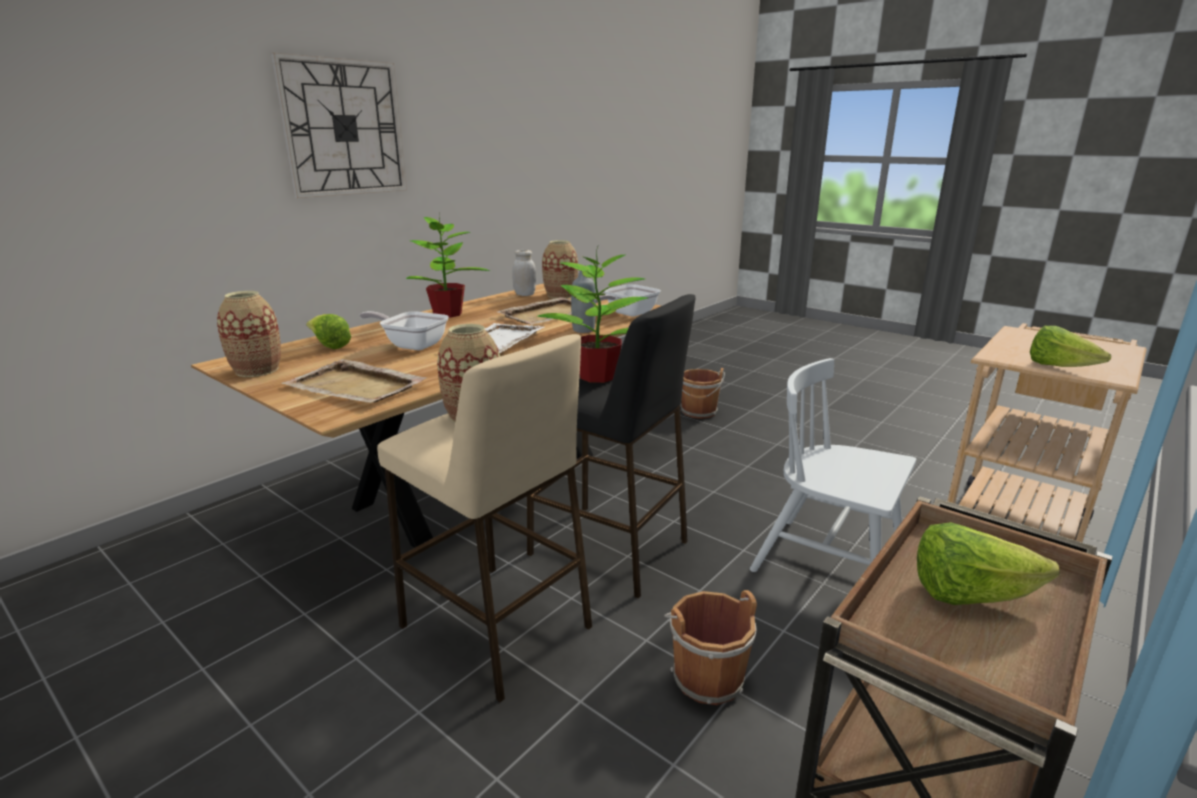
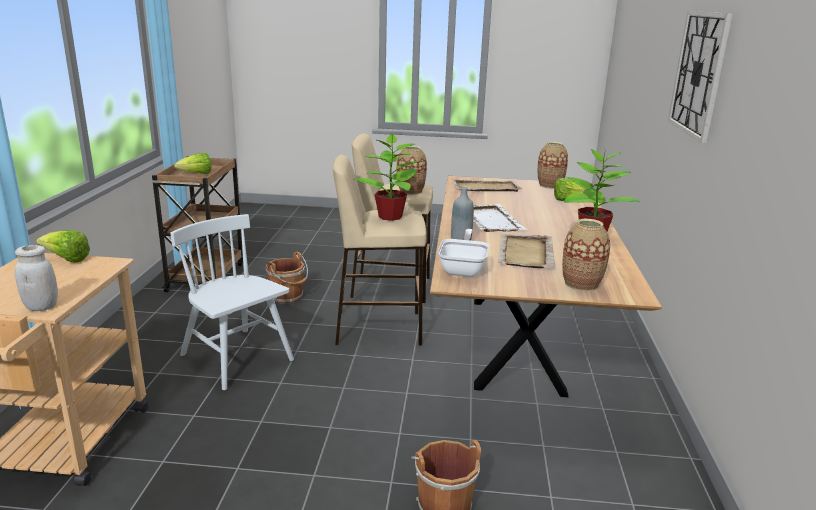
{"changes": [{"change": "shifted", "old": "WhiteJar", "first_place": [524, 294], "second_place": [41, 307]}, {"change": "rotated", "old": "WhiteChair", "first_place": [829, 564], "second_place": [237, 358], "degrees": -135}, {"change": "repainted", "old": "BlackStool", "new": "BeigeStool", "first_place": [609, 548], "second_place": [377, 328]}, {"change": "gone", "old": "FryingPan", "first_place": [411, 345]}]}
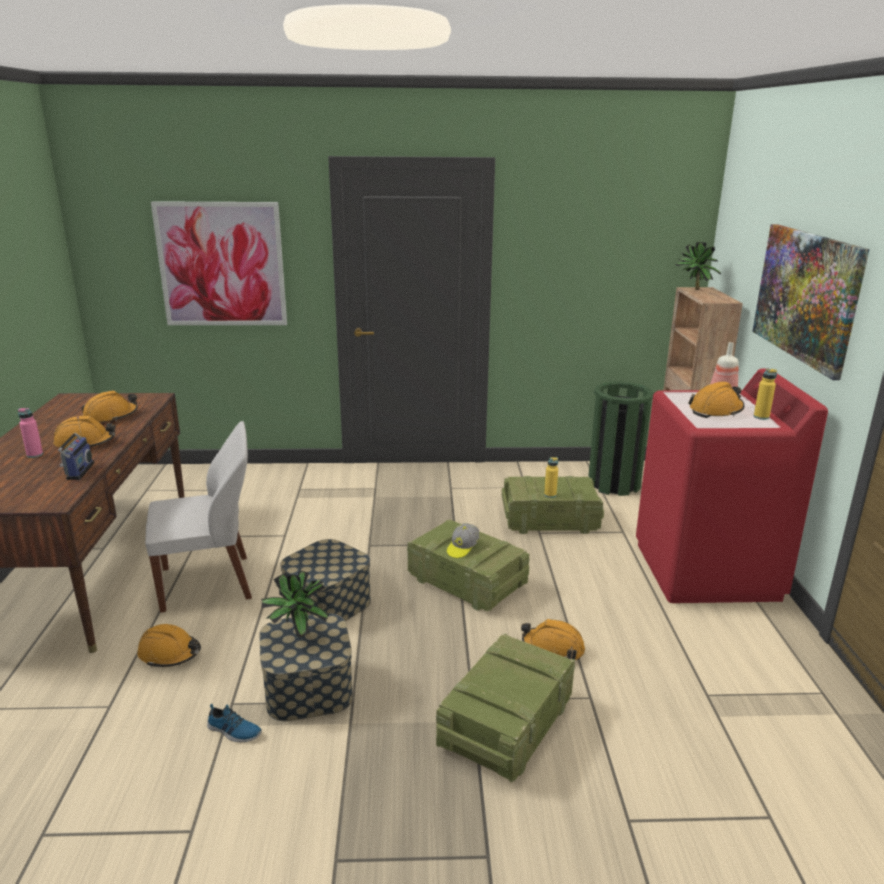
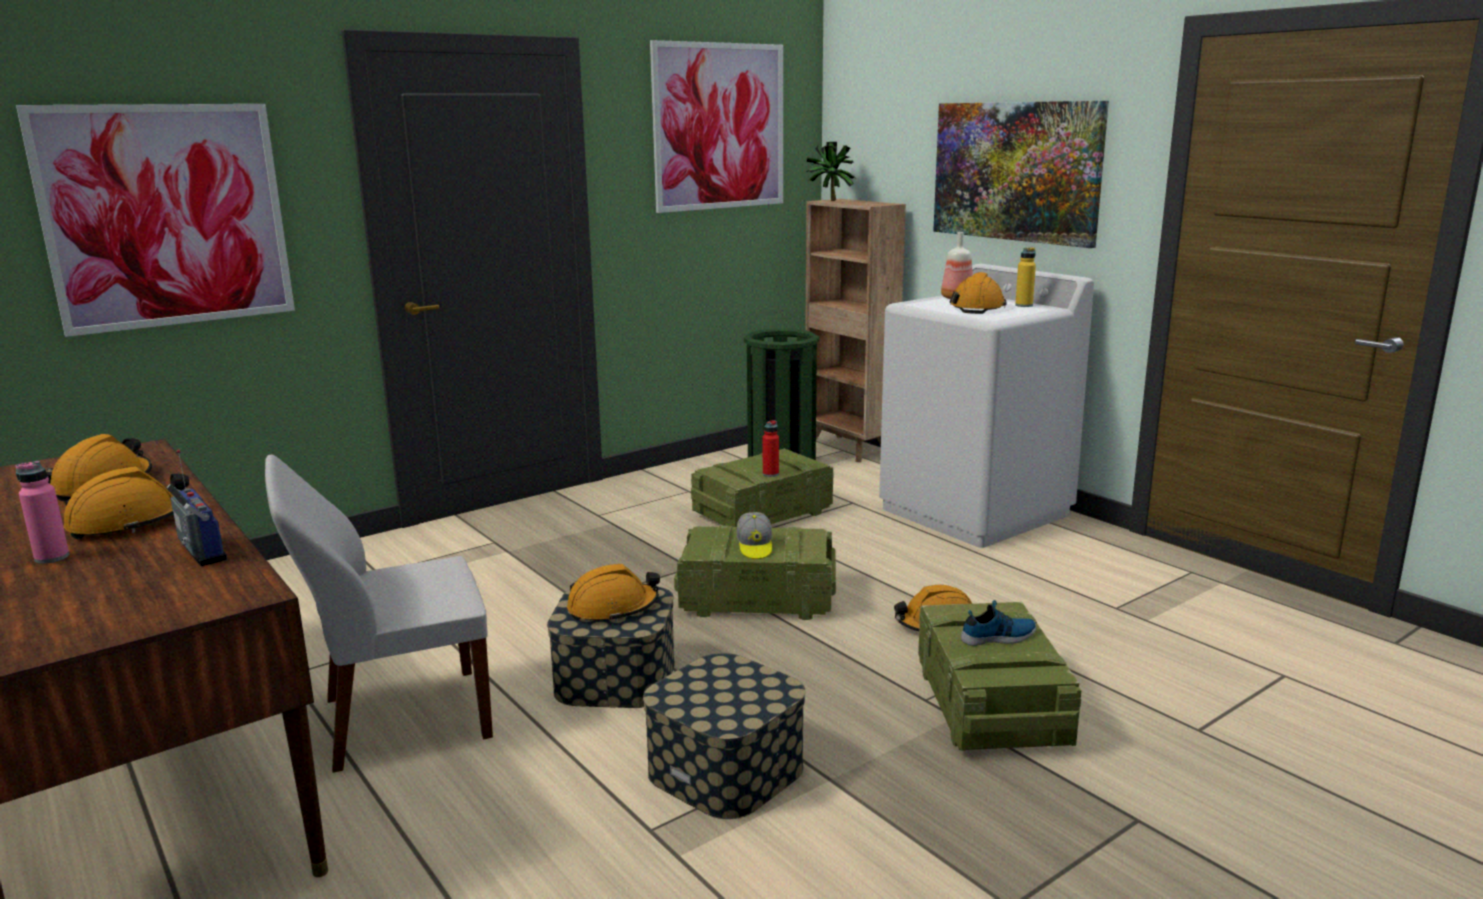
{"changes": [{"change": "rotated", "old": "WhiteChair", "first_place": [209, 583], "second_place": [400, 719], "degrees": -150}, {"change": "shifted", "old": "OrangeHardHat", "first_place": [170, 654], "second_place": [612, 608]}, {"change": "new", "new": "Picture", "second_place": [719, 127]}, {"change": "repainted", "old": "YellowBottle", "new": "RedBottle", "first_place": [550, 495], "second_place": [770, 474]}, {"change": "repainted", "old": "RedWashingMachine", "new": "WhiteWashingMachine", "first_place": [706, 571], "second_place": [975, 512]}, {"change": "shifted", "old": "Shoe", "first_place": [233, 731], "second_place": [999, 637]}, {"change": "gone", "old": "PottedPlant", "first_place": [296, 634]}]}
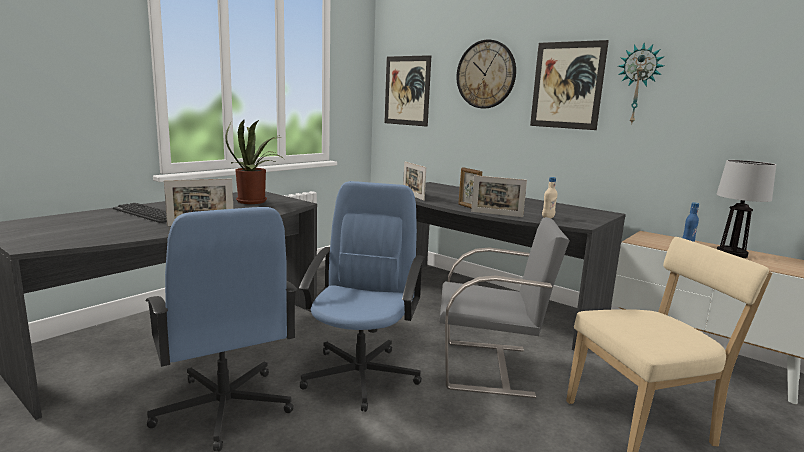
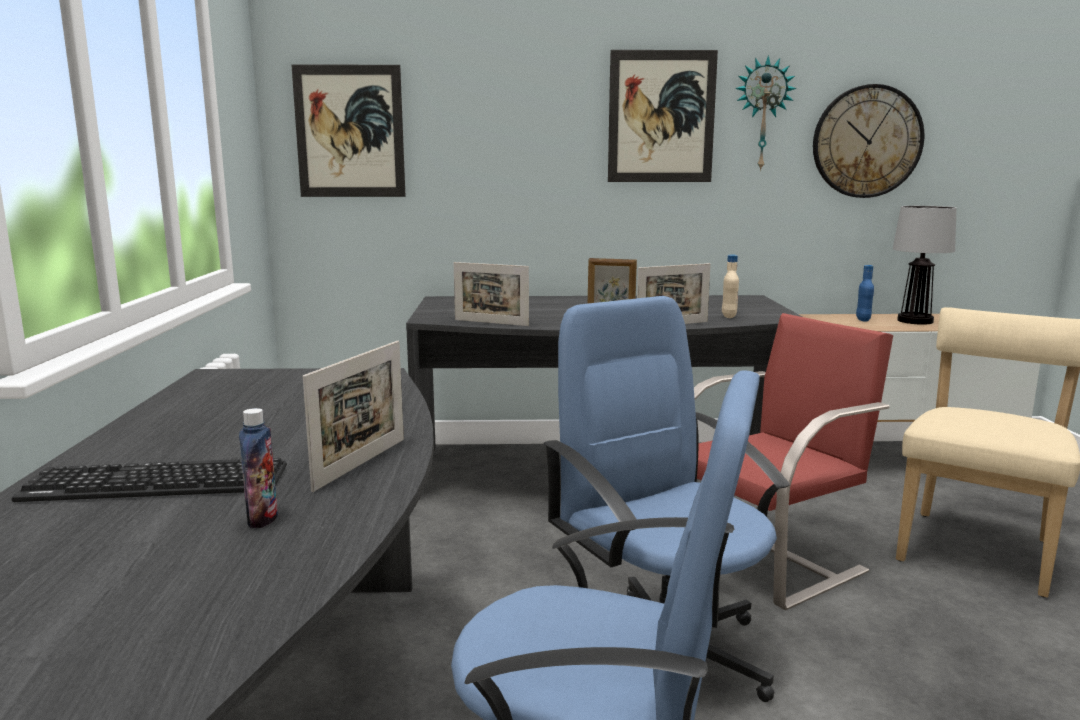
{"changes": [{"change": "new", "new": "Bottle", "second_place": [262, 519]}, {"change": "repainted", "old": "GreyChair", "new": "RedChair", "first_place": [490, 368], "second_place": [768, 558]}, {"change": "shifted", "old": "WallClock", "first_place": [486, 74], "second_place": [867, 142]}, {"change": "gone", "old": "PottedPlant", "first_place": [255, 201]}]}
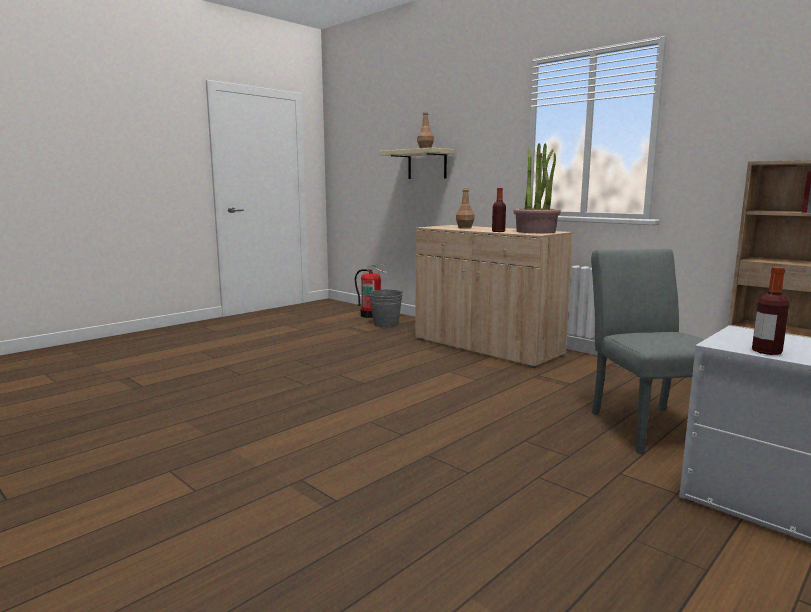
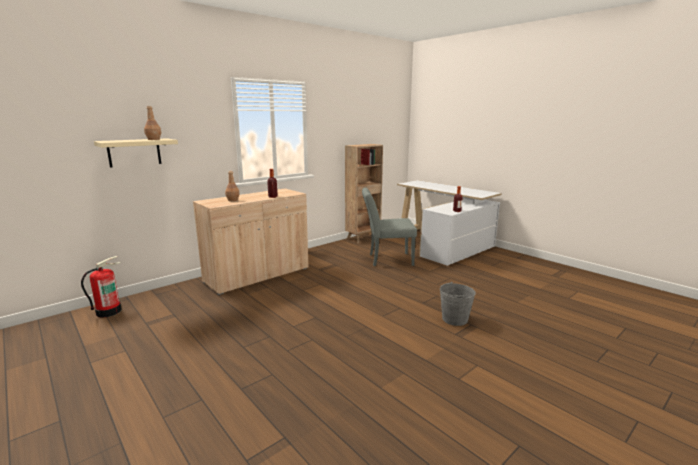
{"changes": [{"change": "shifted", "old": "GreyBucket", "first_place": [386, 324], "second_place": [454, 319]}, {"change": "gone", "old": "PottedPlant", "first_place": [536, 231]}]}
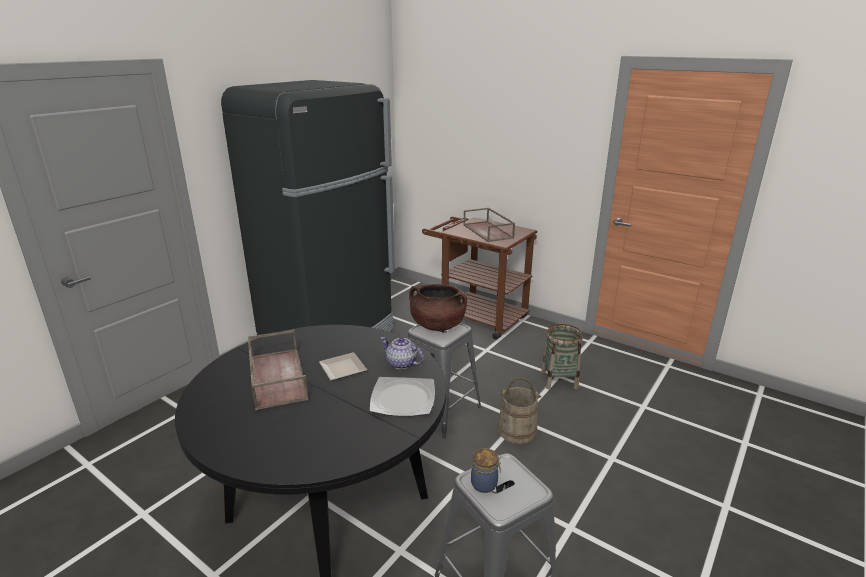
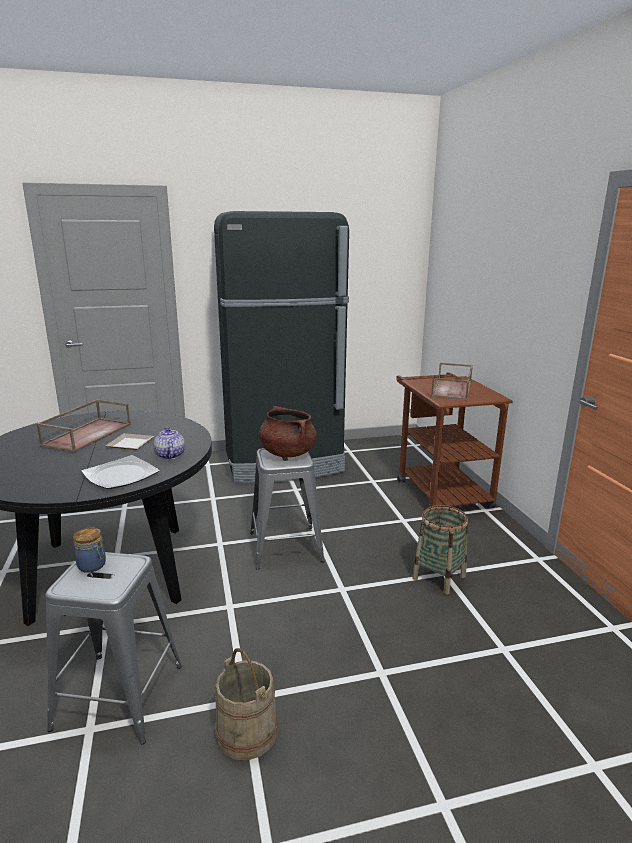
{"changes": [{"change": "shifted", "old": "BeigeBucket", "first_place": [517, 430], "second_place": [247, 731]}]}
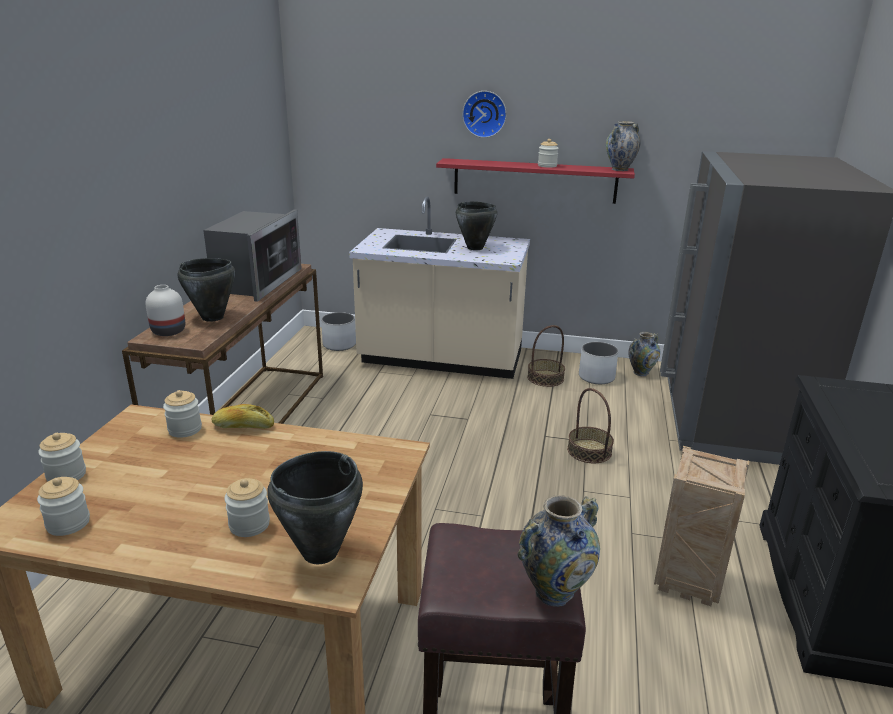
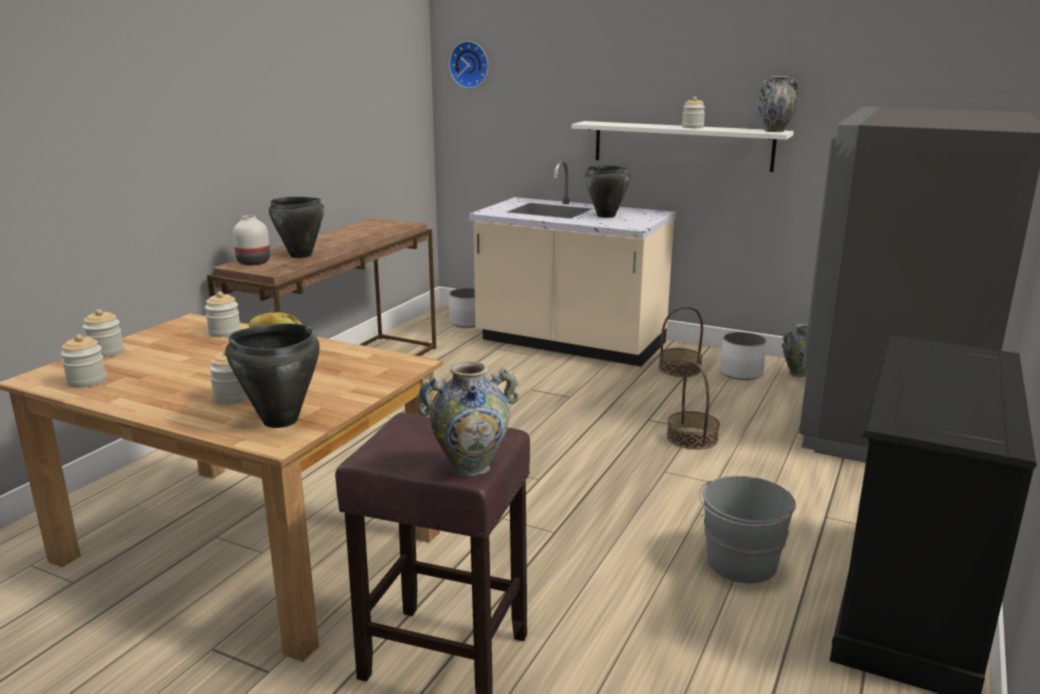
{"changes": [{"change": "shifted", "old": "WallClock", "first_place": [484, 114], "second_place": [470, 64]}, {"change": "repainted", "old": "RedShelf", "new": "WhiteShelf", "first_place": [534, 180], "second_place": [682, 145]}, {"change": "swapped", "old": "Crate", "new": "GreyBucket", "first_place": [689, 581], "second_place": [741, 563]}, {"change": "gone", "old": "Microwave", "first_place": [256, 281]}]}
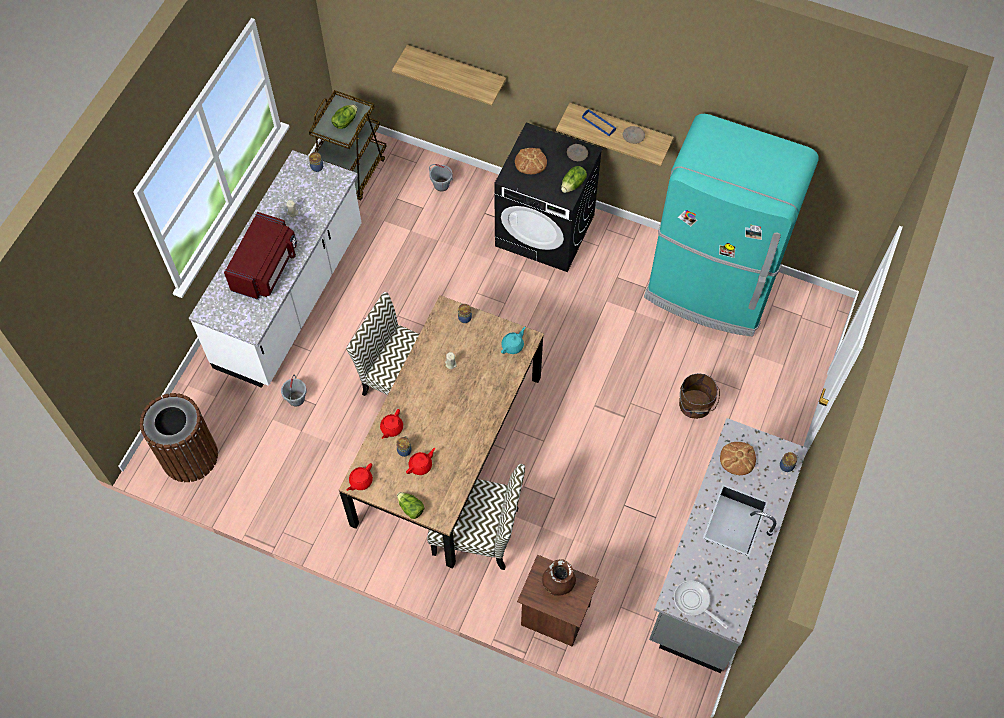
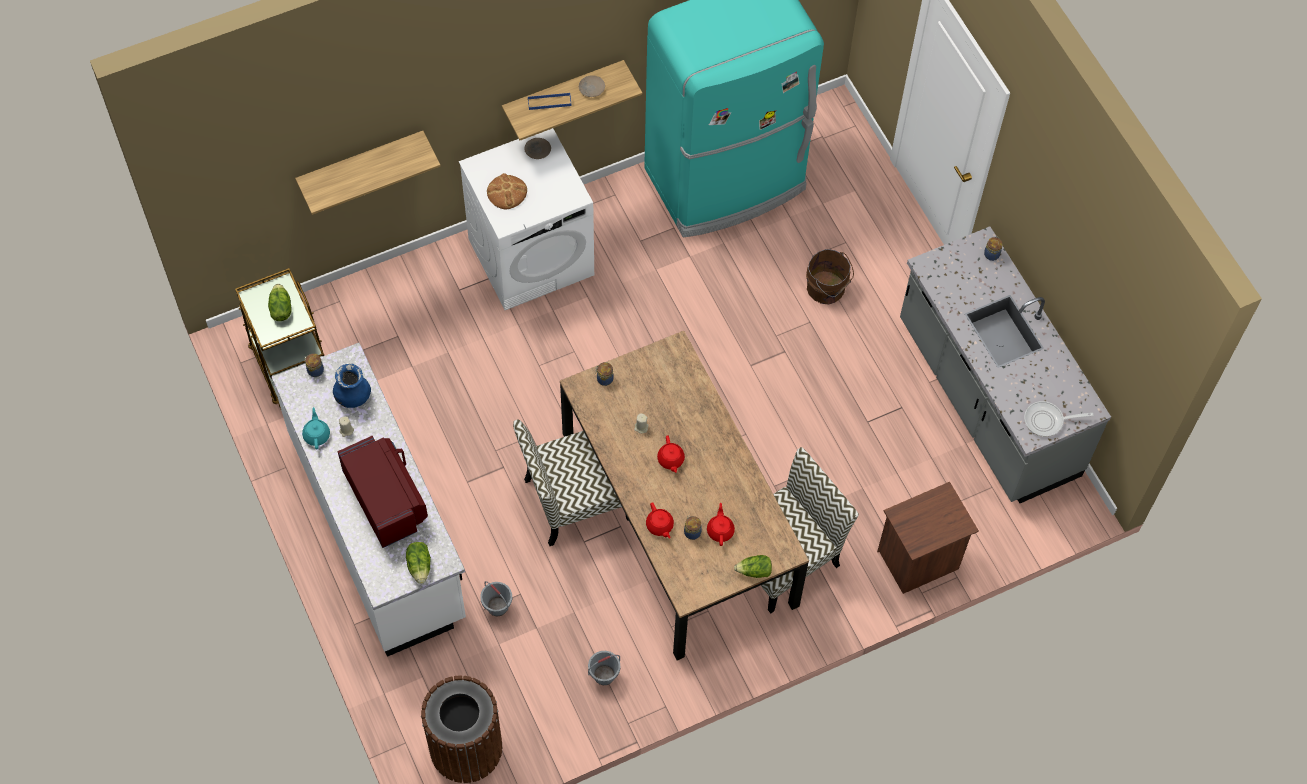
{"changes": [{"change": "shifted", "old": "TurquoiseTeapot", "first_place": [513, 345], "second_place": [317, 435]}, {"change": "new", "new": "BlueVase", "second_place": [353, 397]}, {"change": "shifted", "old": "Lettuce", "first_place": [573, 185], "second_place": [420, 566]}, {"change": "repainted", "old": "BlackWashingMachine", "new": "WhiteWashingMachine", "first_place": [545, 231], "second_place": [531, 256]}, {"change": "shifted", "old": "GreyBucket", "first_place": [441, 185], "second_place": [604, 675]}, {"change": "shifted", "old": "RedTeapot", "first_place": [360, 481], "second_place": [670, 460]}, {"change": "gone", "old": "BrownVase", "first_place": [558, 583]}, {"change": "gone", "old": "Bread", "first_place": [737, 459]}]}
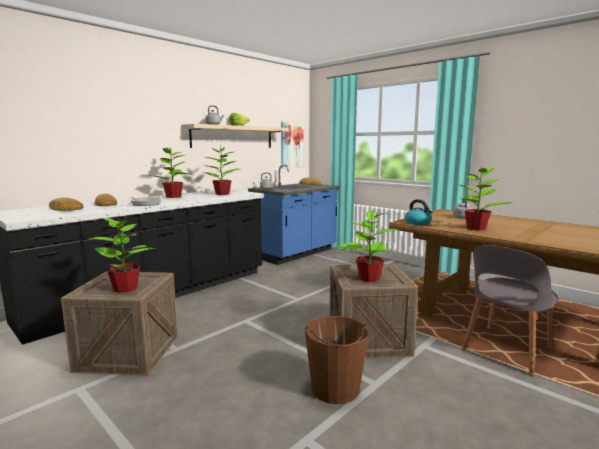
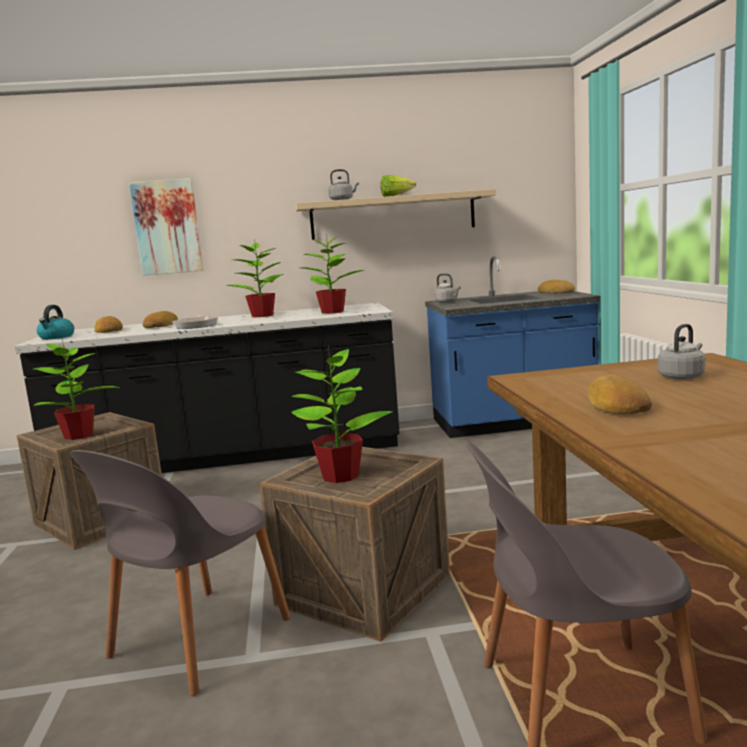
{"changes": [{"change": "shifted", "old": "Kettle", "first_place": [418, 223], "second_place": [56, 337]}, {"change": "swapped", "old": "BrownBucket", "new": "GreyChair", "first_place": [335, 388], "second_place": [196, 640]}, {"change": "shifted", "old": "Picture", "first_place": [291, 145], "second_place": [167, 227]}, {"change": "swapped", "old": "PottedPlant", "new": "Bread", "first_place": [476, 228], "second_place": [616, 404]}]}
